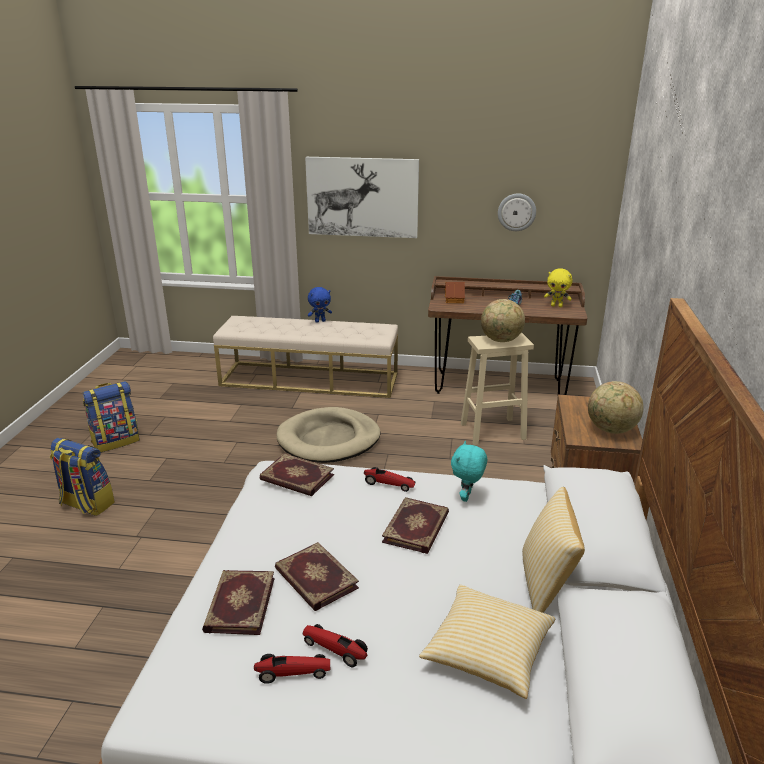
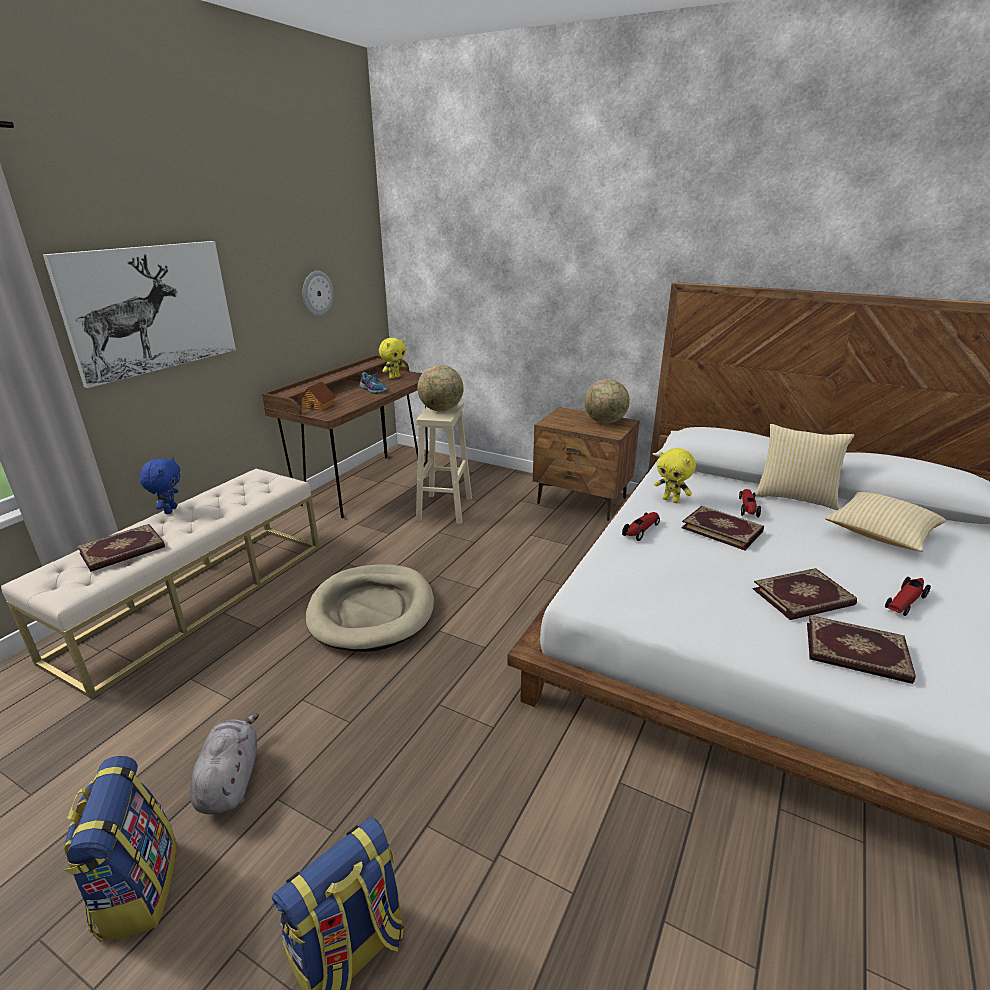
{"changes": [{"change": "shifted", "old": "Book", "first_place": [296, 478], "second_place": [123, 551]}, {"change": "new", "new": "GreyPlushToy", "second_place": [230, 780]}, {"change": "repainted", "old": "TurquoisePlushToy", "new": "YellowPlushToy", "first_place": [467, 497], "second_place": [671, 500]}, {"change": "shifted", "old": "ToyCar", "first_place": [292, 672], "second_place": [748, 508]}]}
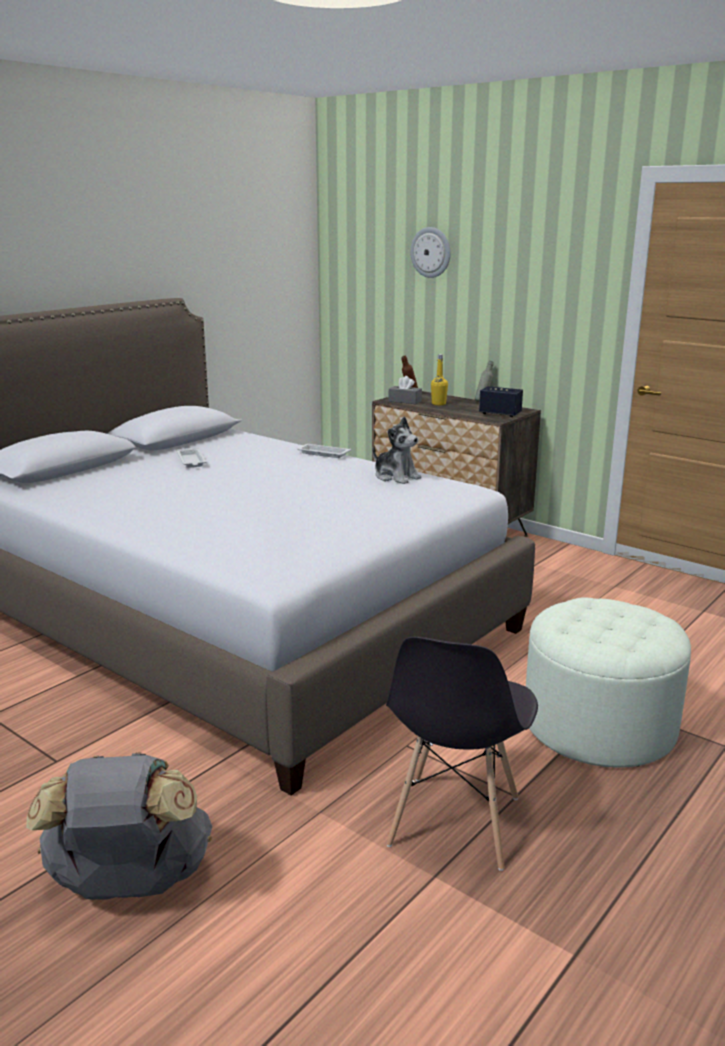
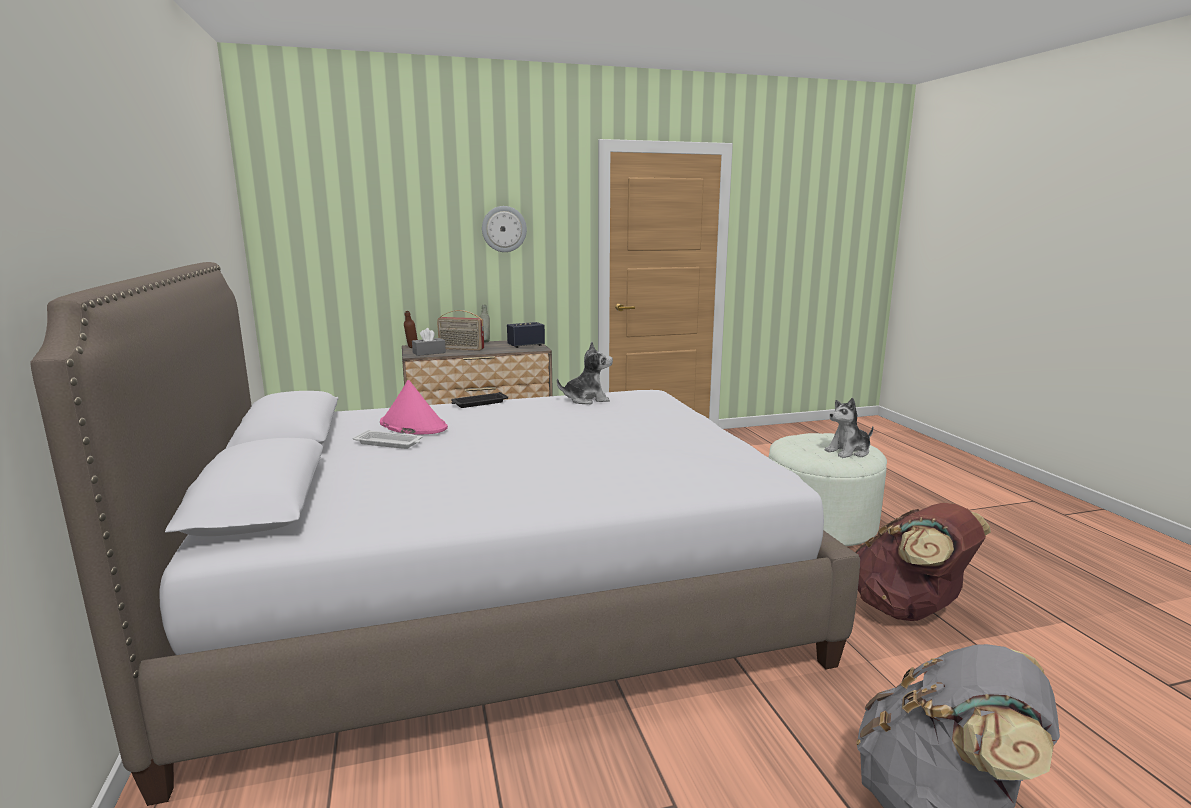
{"changes": [{"change": "new", "new": "PinkHat", "second_place": [413, 425]}, {"change": "swapped", "old": "YellowBottle", "new": "Radio", "first_place": [438, 404], "second_place": [461, 349]}, {"change": "repainted", "old": "WhiteTray", "new": "BlackTray", "first_place": [323, 453], "second_place": [478, 403]}, {"change": "shifted", "old": "WallClock", "first_place": [431, 252], "second_place": [504, 229]}, {"change": "new", "new": "PlushToy", "second_place": [849, 452]}, {"change": "swapped", "old": "GreyChair", "new": "BrownBackpack", "first_place": [454, 822], "second_place": [909, 610]}]}
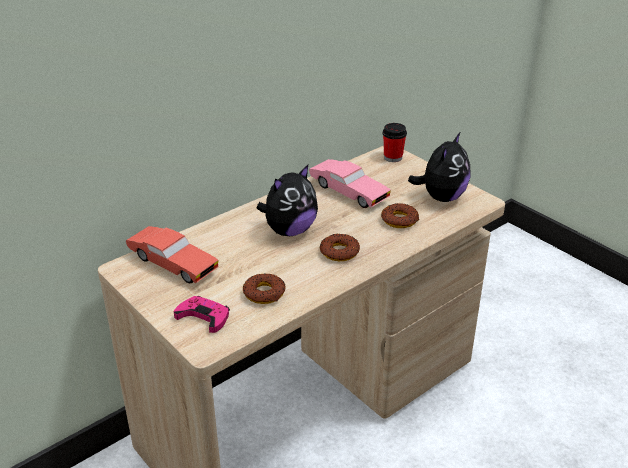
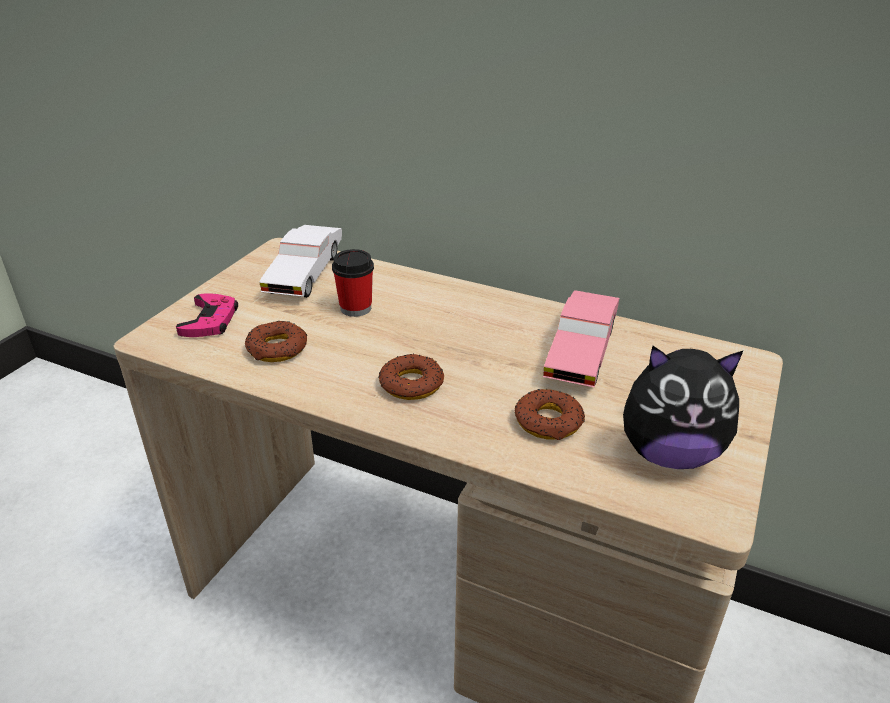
{"changes": [{"change": "repainted", "old": "RedToyCar", "new": "WhiteToyCar", "first_place": [172, 264], "second_place": [305, 273]}, {"change": "shifted", "old": "Cup", "first_place": [393, 157], "second_place": [356, 308]}, {"change": "gone", "old": "PlushToy", "first_place": [289, 230]}]}
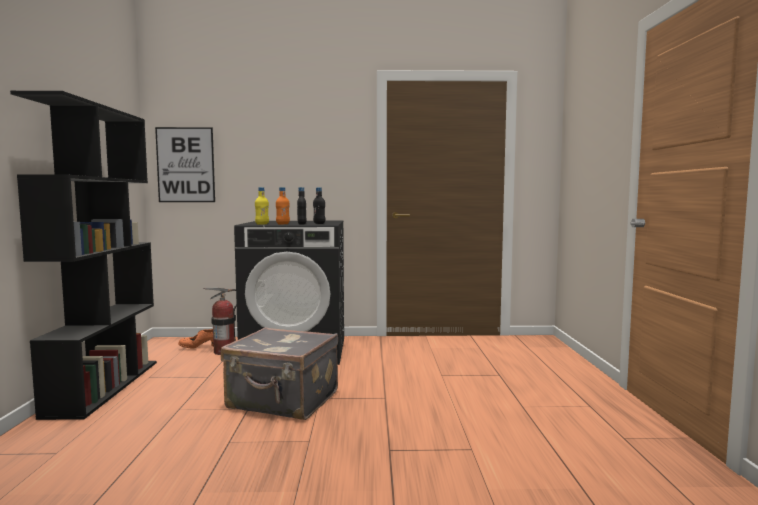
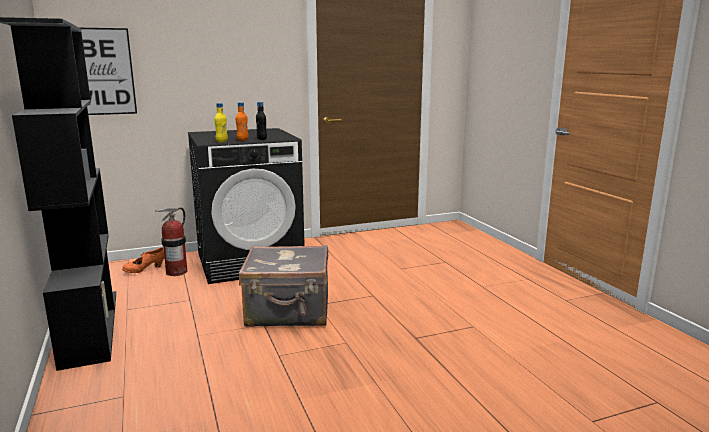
{"changes": [{"change": "gone", "old": "BlackBottle", "first_place": [319, 223]}]}
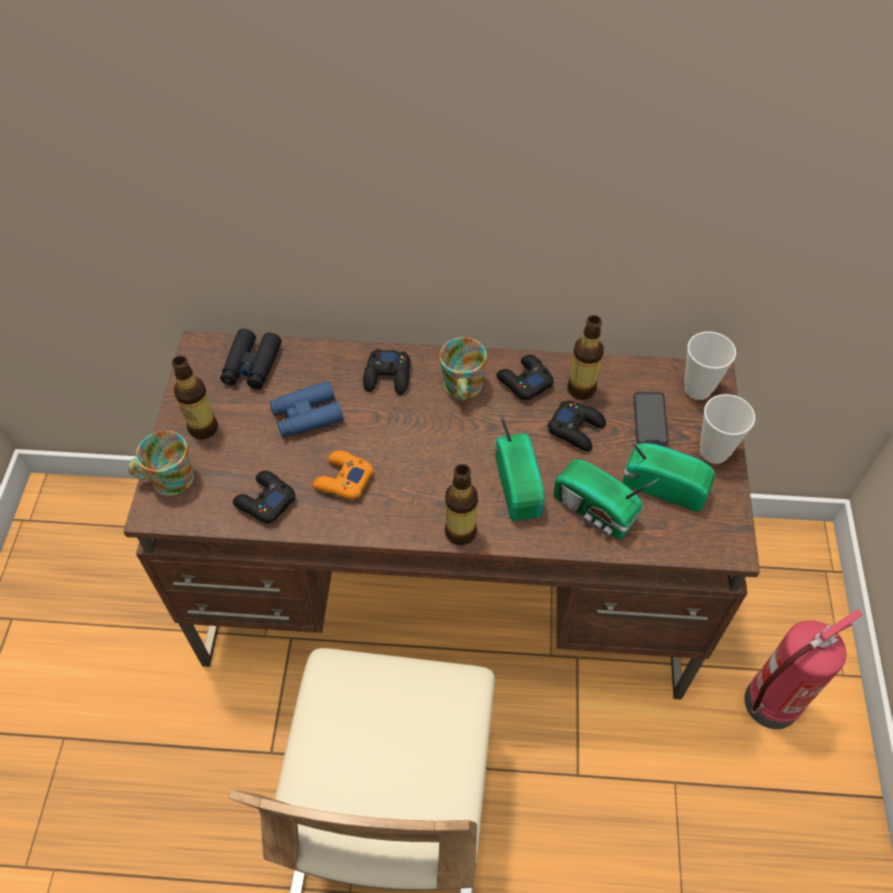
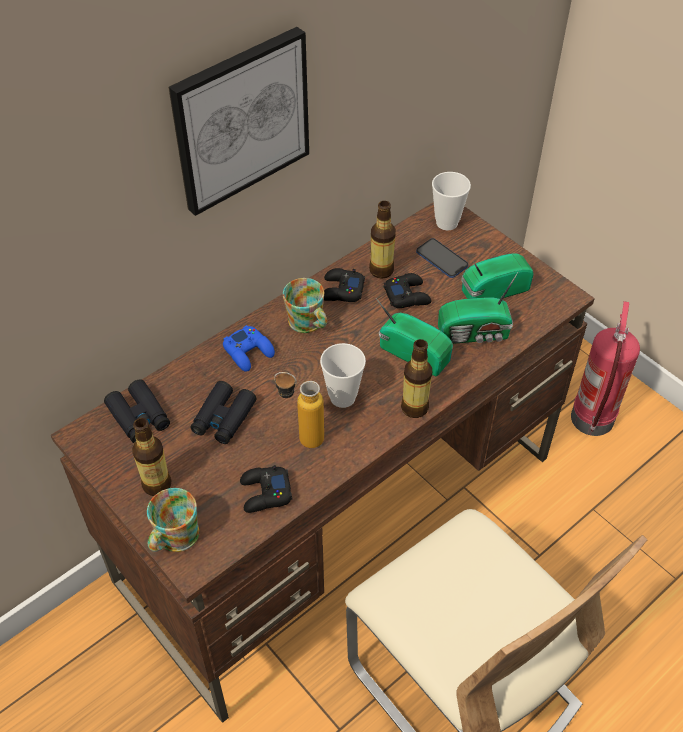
{"changes": [{"change": "new", "new": "Picture", "second_place": [240, 120]}, {"change": "repainted", "old": "BlueBinoculars", "new": "BlackBinoculars", "first_place": [307, 415], "second_place": [223, 418]}, {"change": "repainted", "old": "BlackGameController", "new": "BlueGameController", "first_place": [388, 376], "second_place": [249, 352]}, {"change": "swapped", "old": "OrangeGameController", "new": "Bottle", "first_place": [343, 480], "second_place": [301, 437]}, {"change": "shifted", "old": "Cup", "first_place": [714, 452], "second_place": [342, 397]}]}
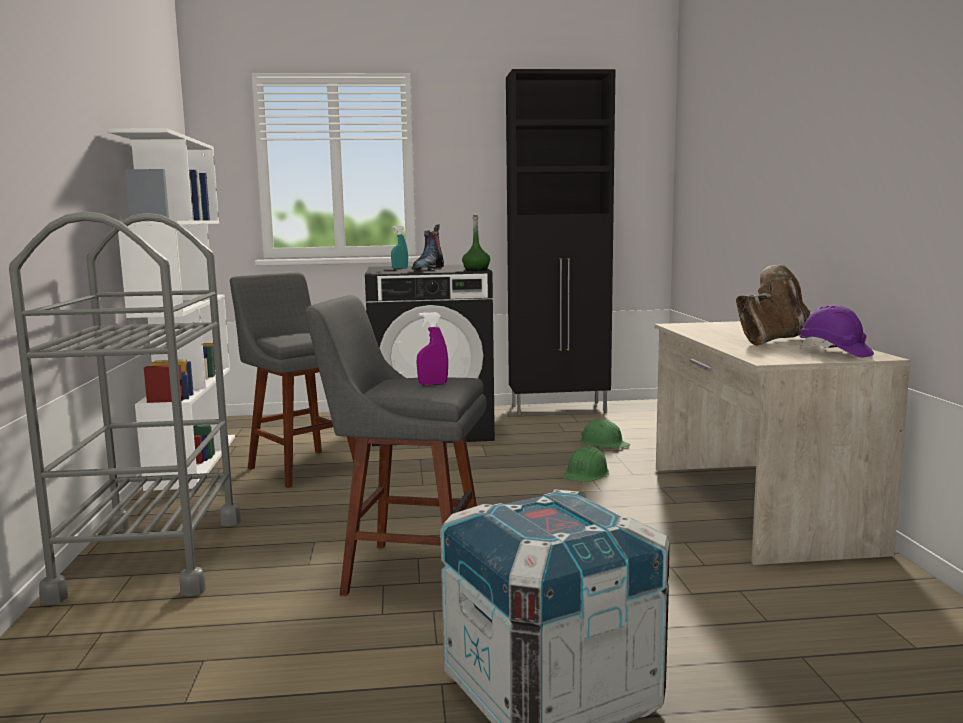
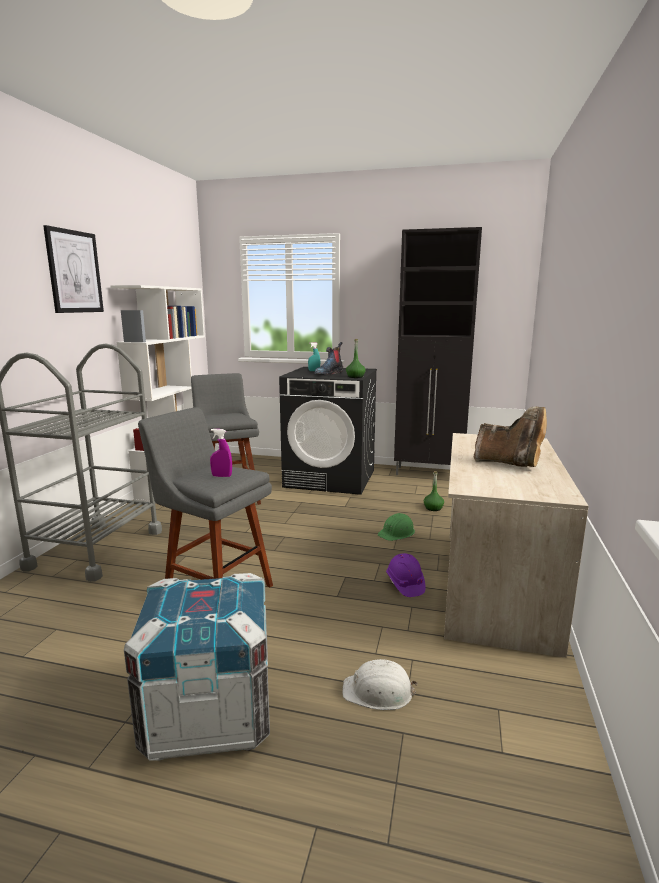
{"changes": [{"change": "new", "new": "Picture", "second_place": [74, 272]}, {"change": "new", "new": "WhiteHardHat", "second_place": [378, 692]}, {"change": "shifted", "old": "PurpleHardHat", "first_place": [834, 352], "second_place": [405, 584]}, {"change": "swapped", "old": "GreenHardHat", "new": "GreenBottle", "first_place": [604, 443], "second_place": [433, 508]}, {"change": "rotated", "old": "BrownBoot", "first_place": [771, 340], "second_place": [509, 464], "degrees": 45}]}
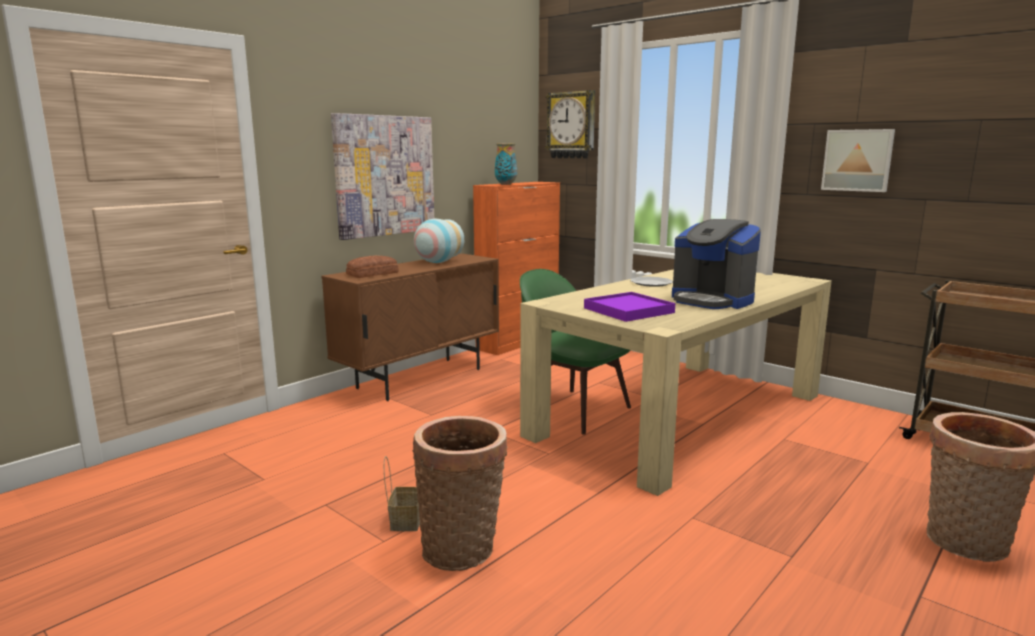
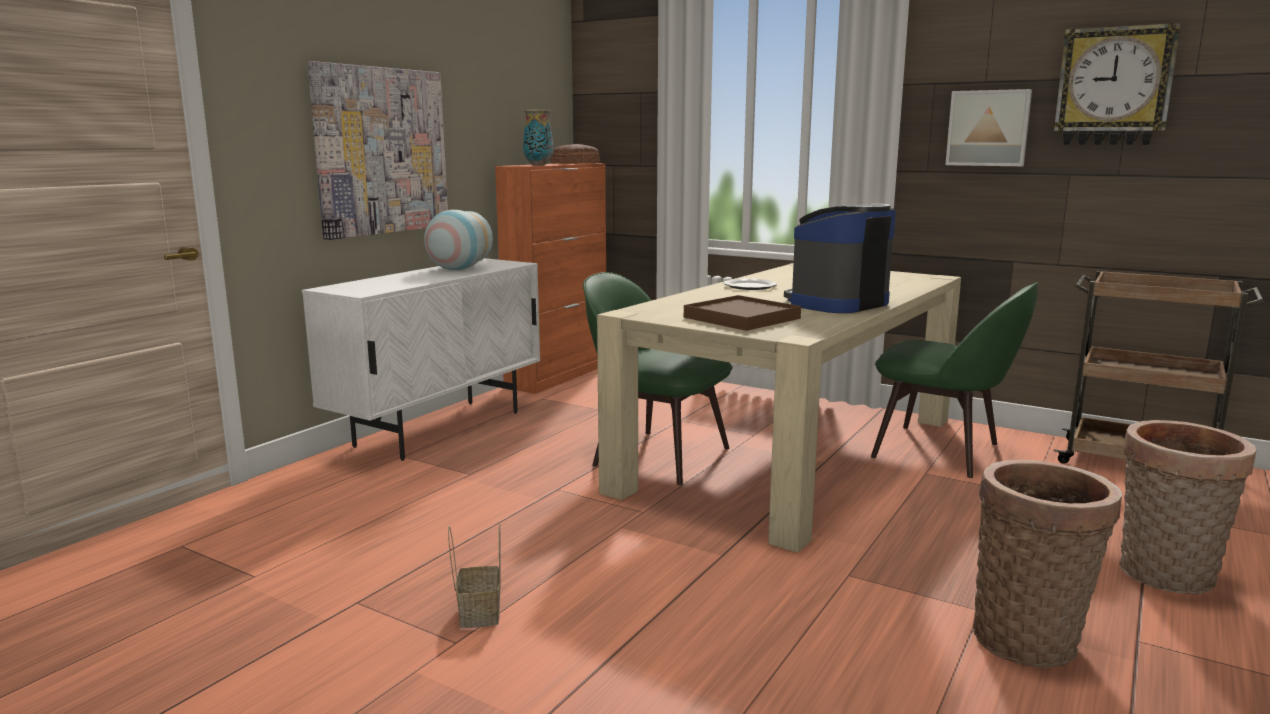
{"changes": [{"change": "repainted", "old": "BrownCabinet", "new": "WhiteCabinet", "first_place": [420, 378], "second_place": [440, 429]}, {"change": "shifted", "old": "Bread", "first_place": [373, 274], "second_place": [576, 163]}, {"change": "repainted", "old": "PurpleTray", "new": "BrownTray", "first_place": [628, 310], "second_place": [741, 318]}, {"change": "rotated", "old": "CoffeeMachine", "first_place": [711, 300], "second_place": [836, 303], "degrees": 105}, {"change": "new", "new": "GreenChair", "second_place": [942, 451]}, {"change": "shifted", "old": "Basket", "first_place": [463, 549], "second_place": [1029, 638]}, {"change": "shifted", "old": "WallClock", "first_place": [571, 125], "second_place": [1114, 87]}]}
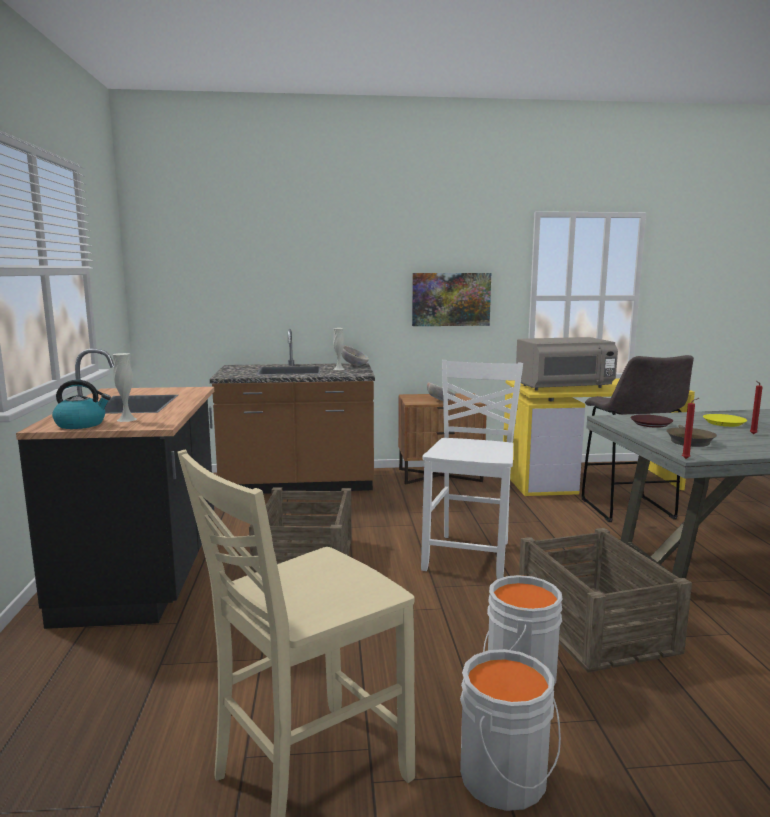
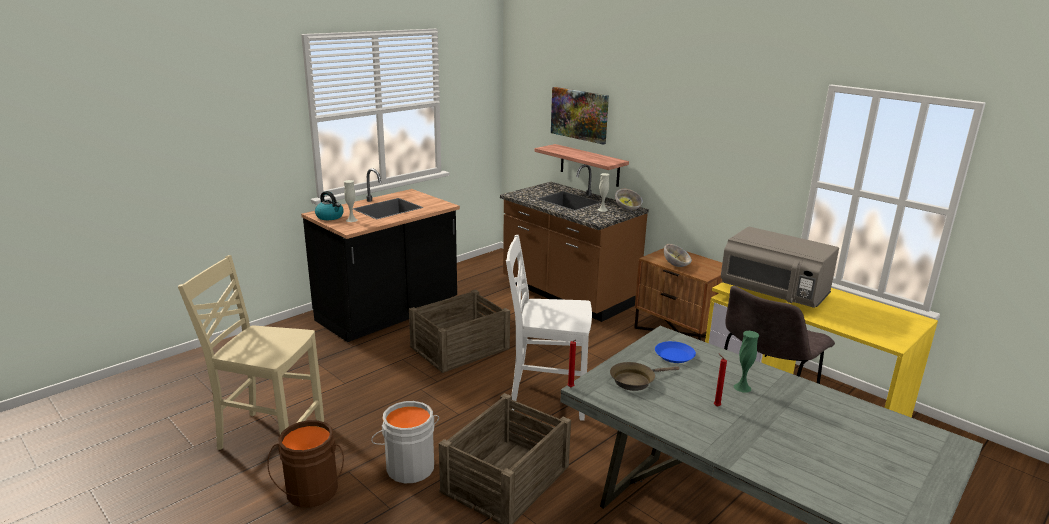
{"changes": [{"change": "repainted", "old": "GreyBucket", "new": "BrownBucket", "first_place": [507, 779], "second_place": [311, 493]}, {"change": "rotated", "old": "WhiteChair", "first_place": [470, 555], "second_place": [546, 398], "degrees": -150}, {"change": "new", "new": "Shelf", "second_place": [589, 165]}, {"change": "shifted", "old": "Picture", "first_place": [451, 299], "second_place": [579, 114]}, {"change": "repainted", "old": "BrownPlate", "new": "BluePlate", "first_place": [651, 424], "second_place": [674, 356]}, {"change": "swapped", "old": "YellowPlate", "new": "GreenVase", "first_place": [724, 423], "second_place": [742, 387]}]}
